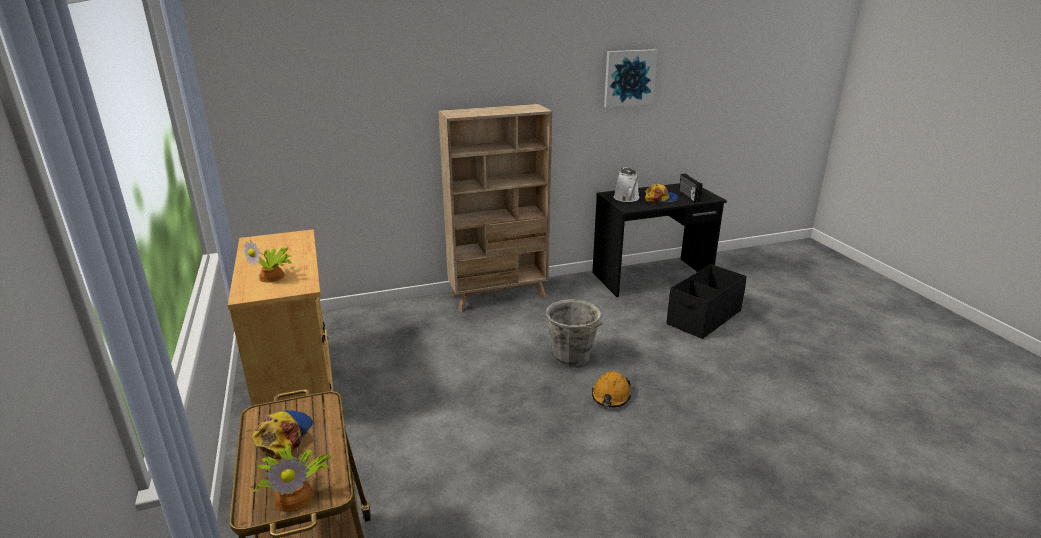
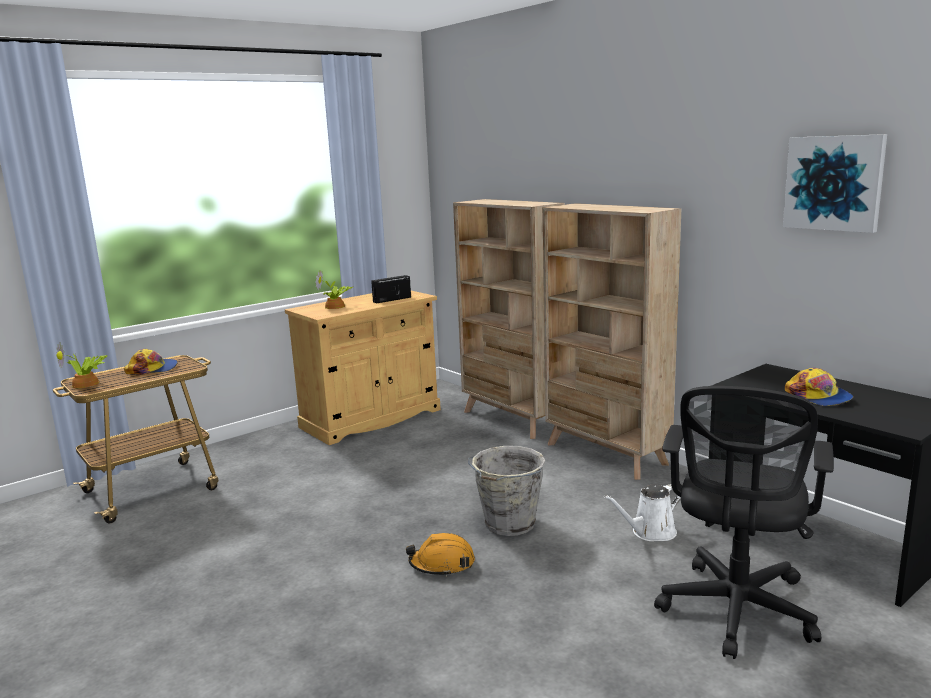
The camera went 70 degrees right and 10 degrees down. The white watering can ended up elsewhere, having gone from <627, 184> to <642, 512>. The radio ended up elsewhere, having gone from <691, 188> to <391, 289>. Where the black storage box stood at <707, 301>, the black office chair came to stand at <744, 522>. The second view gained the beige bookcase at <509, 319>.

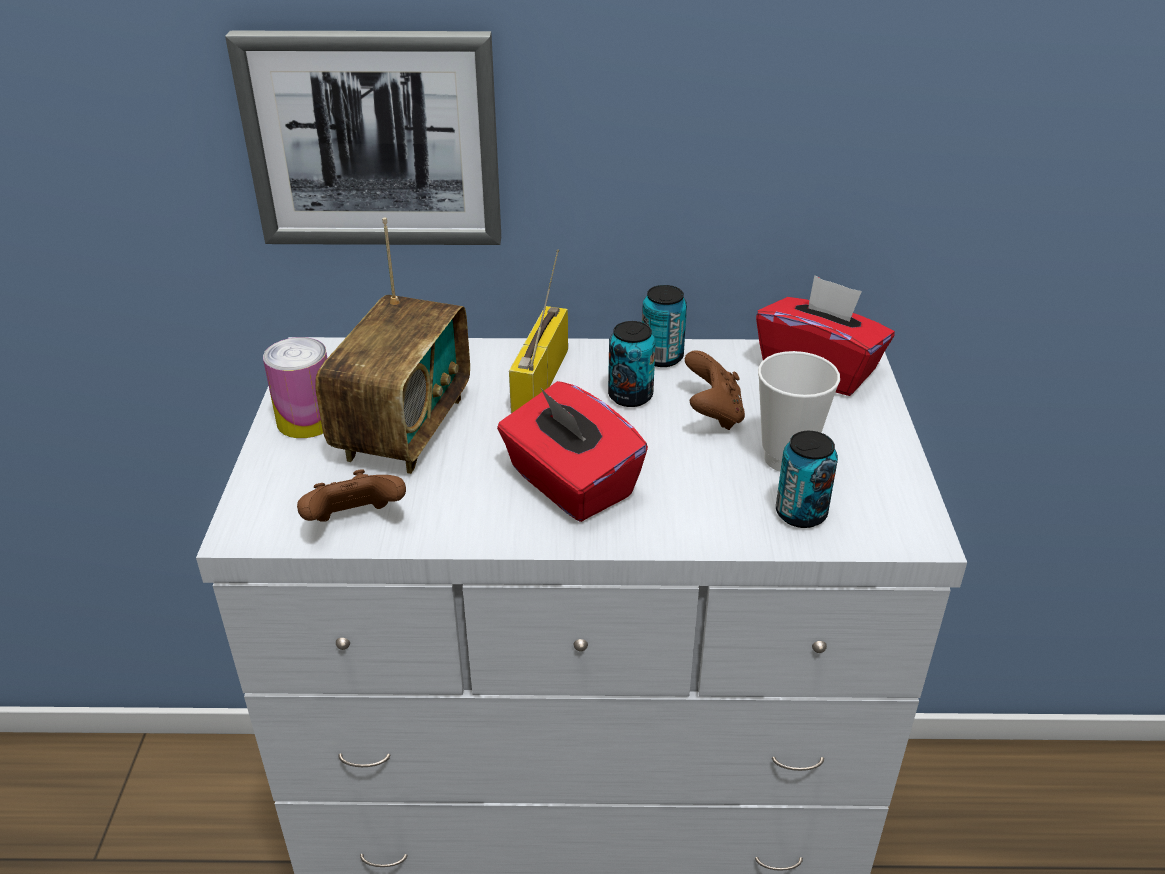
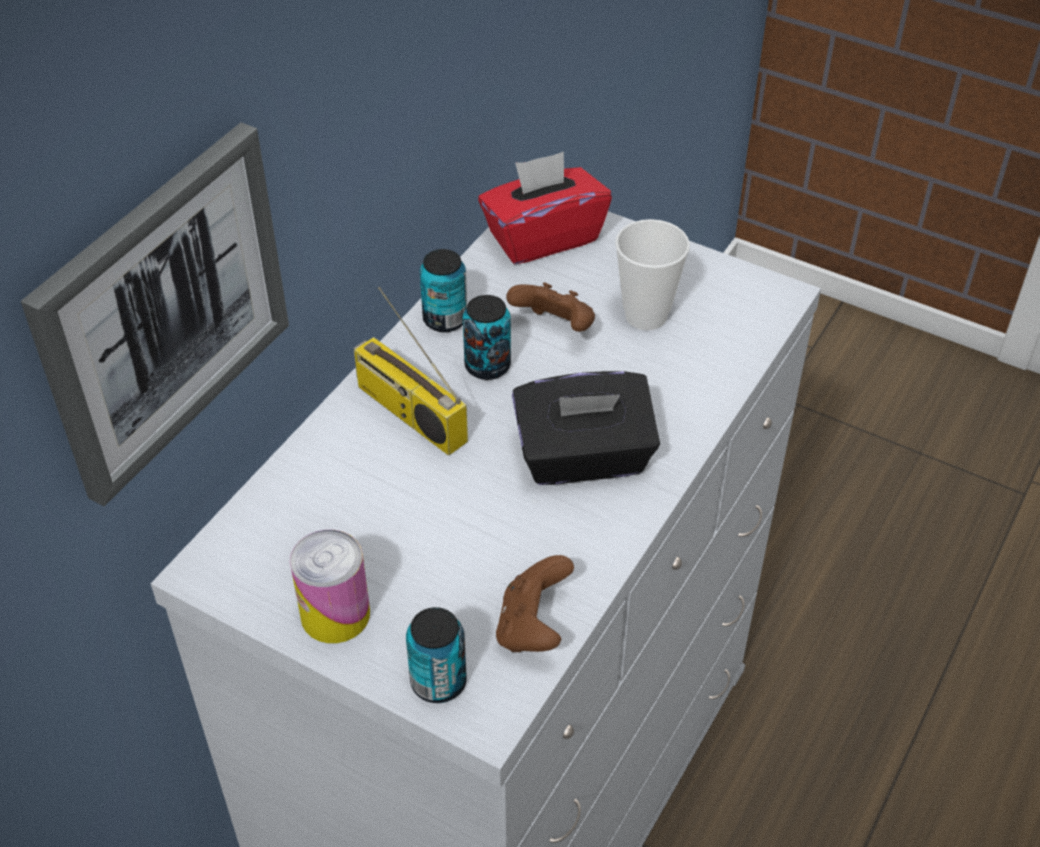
The camera went 60 degrees left and 10 degrees up. The second view lost the radio at <392, 345>. What was the red tissue box at <572, 451> turned into the black tissue box at <586, 428>. The can ended up elsewhere, having gone from <807, 479> to <436, 655>.

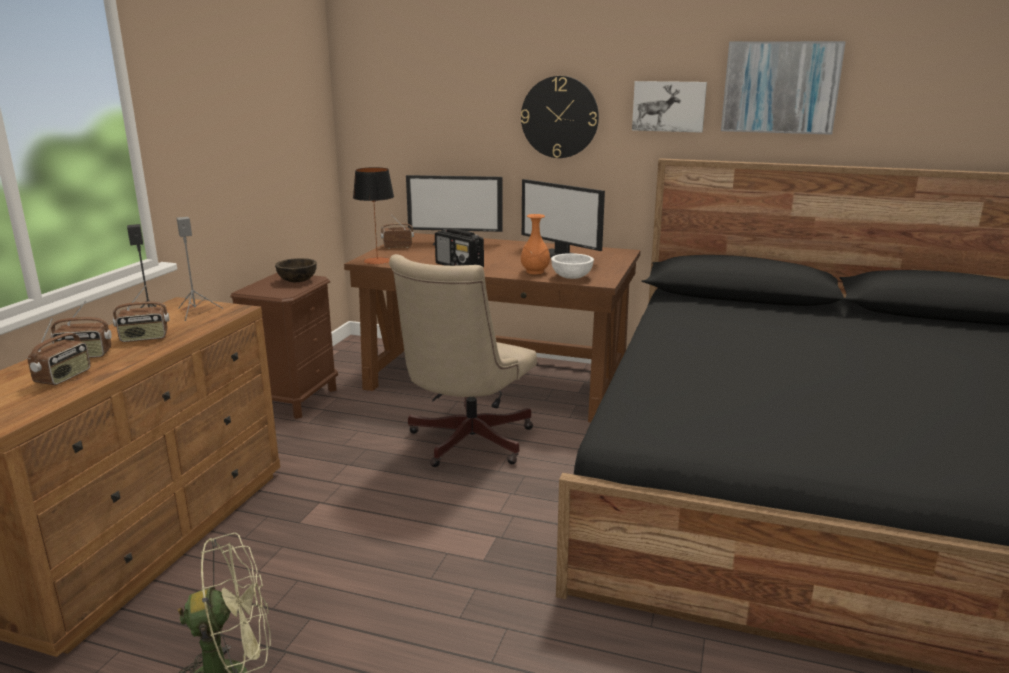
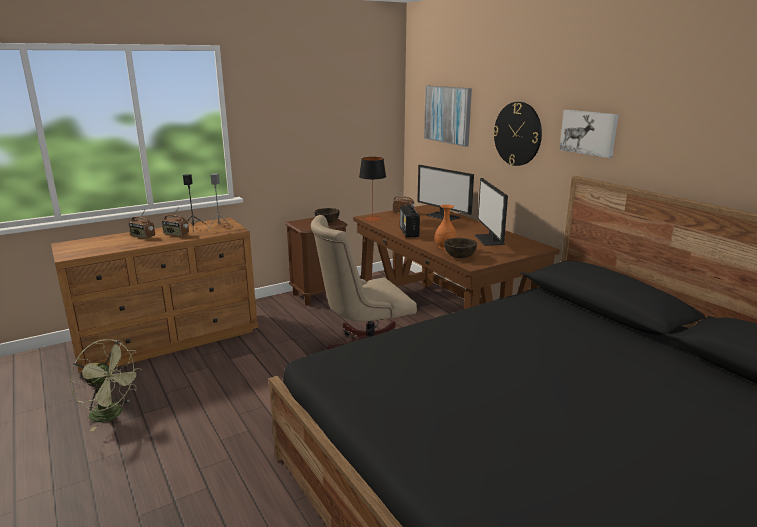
The camera went 40 degrees right and 0 degrees up. The picture ended up elsewhere, having gone from <783, 88> to <448, 116>. What was the white bowl at <572, 266> turned into the brown bowl at <460, 248>. The second view lost the radio at <59, 351>.

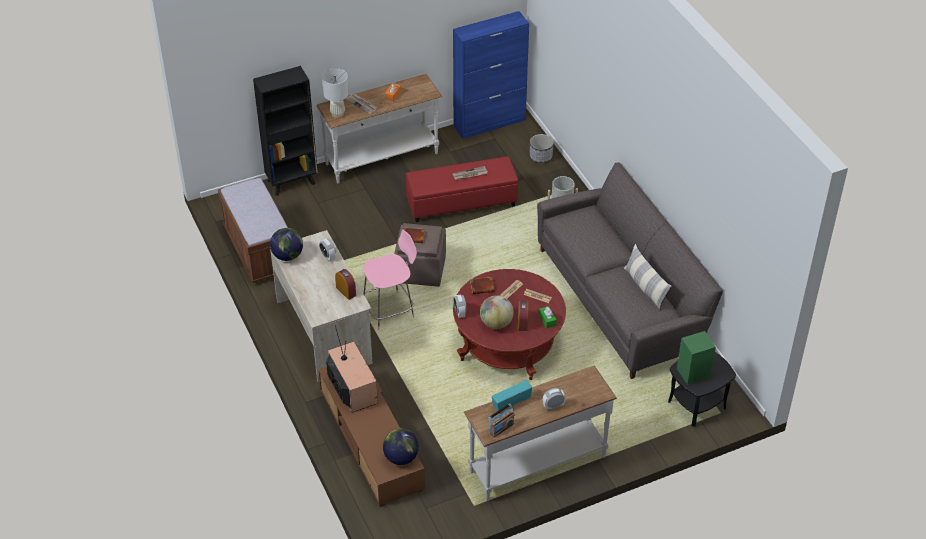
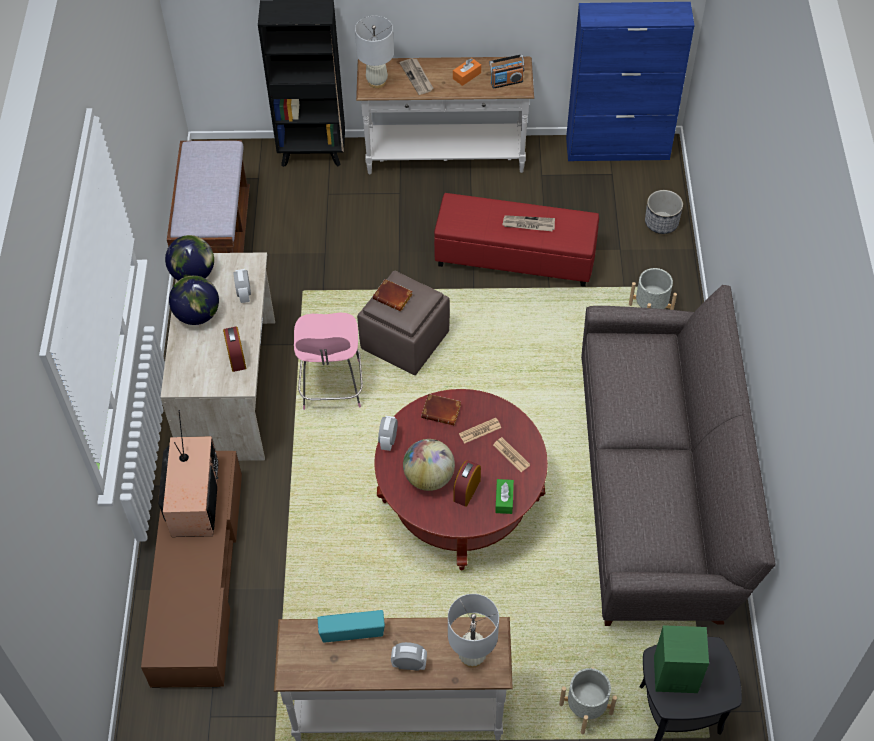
The camera went 25 degrees right and 10 degrees up. The pink chair at <390, 280> ended up facing another way, 90 degrees clockwise from before. The second view lost the pillow at <648, 277>. The radio ended up elsewhere, having gone from <501, 420> to <506, 71>. The globe ended up elsewhere, having gone from <401, 447> to <194, 300>. The second view gained the white table lamp at <473, 631>. The second view gained the grey planter at <588, 700>.

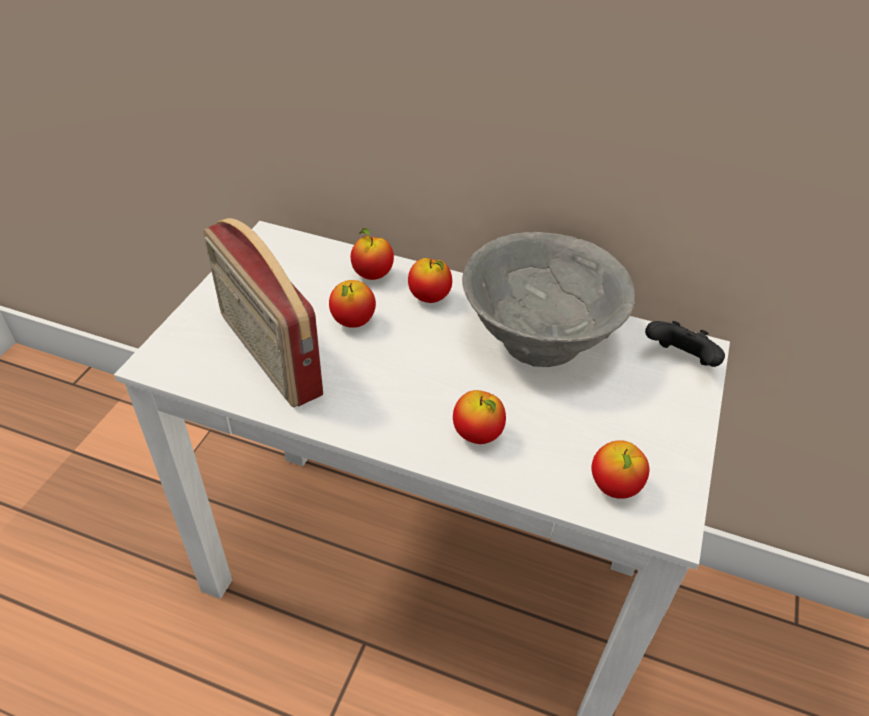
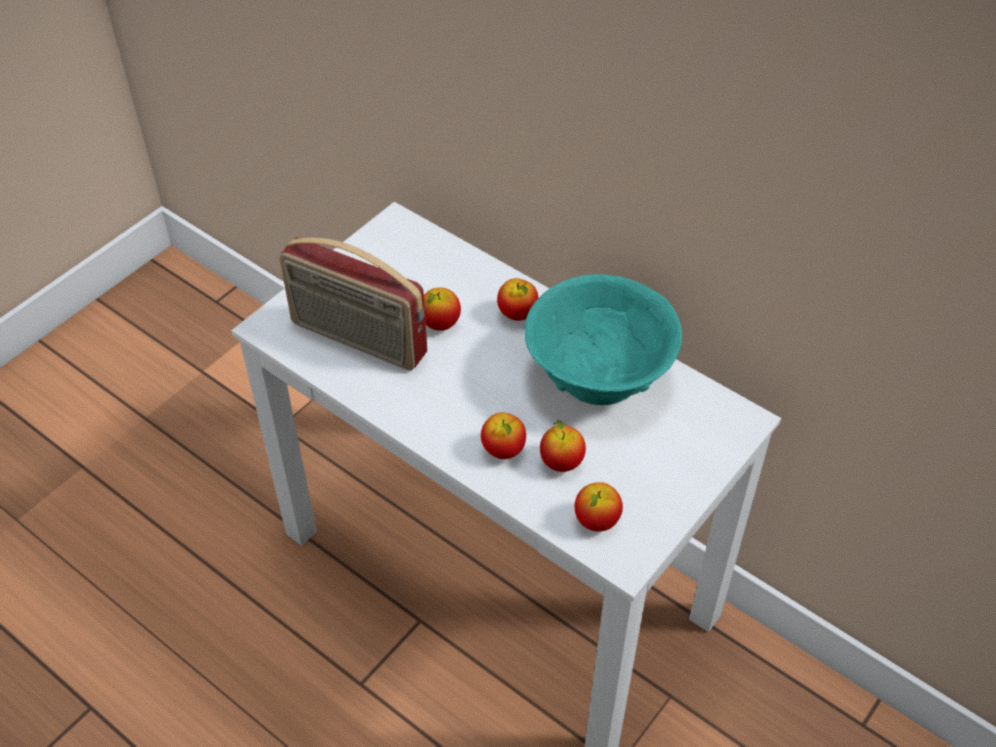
The camera went 20 degrees right and 5 degrees up. The radio at <263, 313> ended up facing another way, 45 degrees counterclockwise from before. The apple ended up elsewhere, having gone from <372, 254> to <563, 446>. What was the grey bowl at <548, 299> turned into the turquoise bowl at <603, 339>. The second view lost the black game controller at <685, 344>.

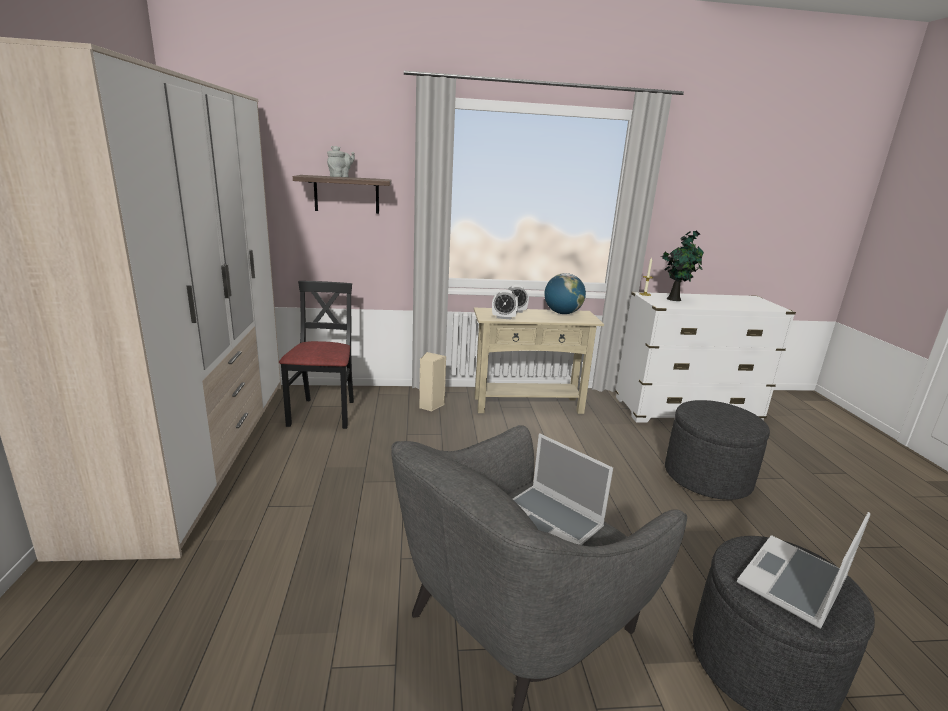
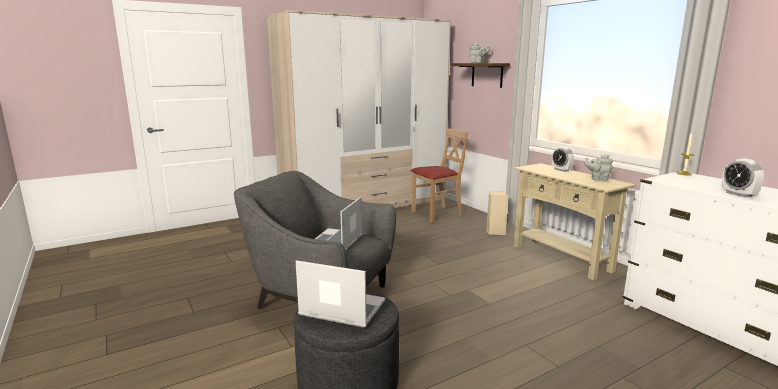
The camera went 65 degrees right and 5 degrees down. The second view lost the potted plant at <682, 265>. Where the globe stood at <565, 293>, the grey teapot came to stand at <598, 167>. What was the black chair at <316, 355> turned into the beige chair at <439, 175>. The alarm clock ended up elsewhere, having gone from <505, 304> to <743, 177>. The second view lost the grey ottoman at <717, 450>.

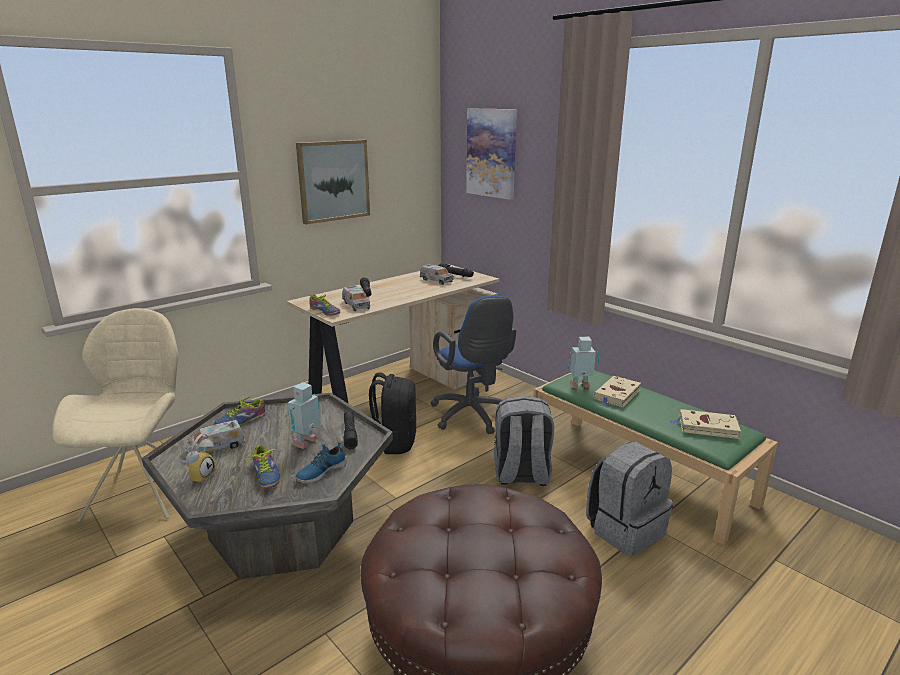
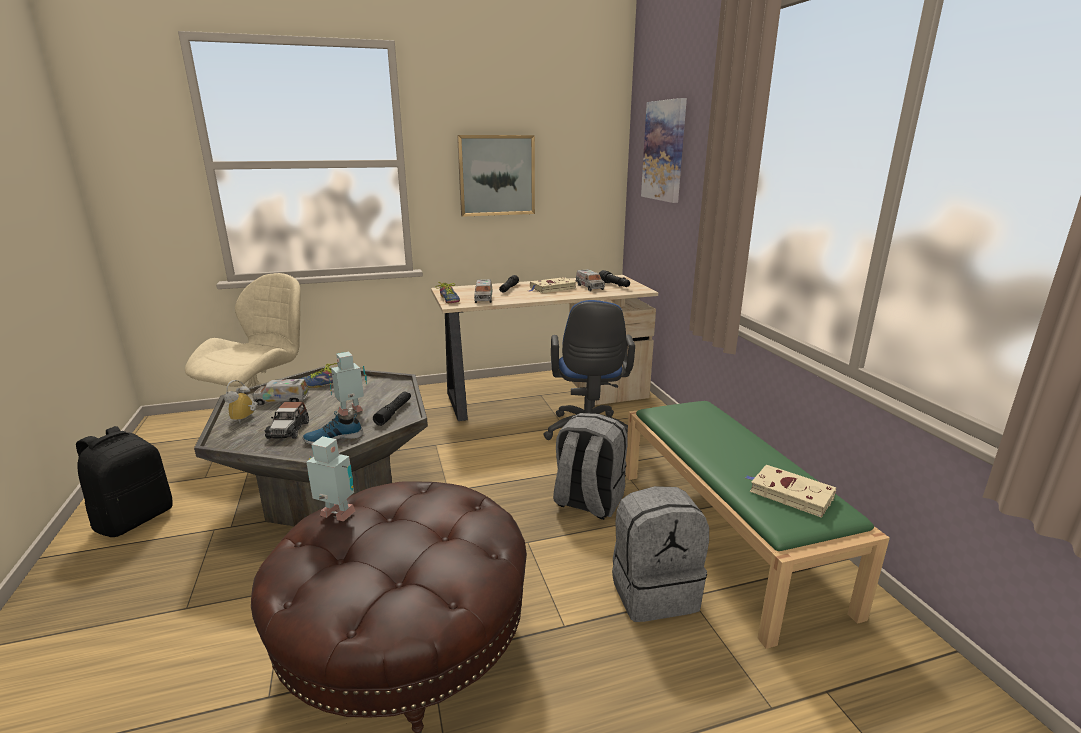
The camera went 25 degrees right and 0 degrees up. The toy robot ended up elsewhere, having gone from <583, 362> to <330, 478>. The black backpack ended up elsewhere, having gone from <392, 413> to <124, 481>. The beige book ended up elsewhere, having gone from <617, 391> to <552, 285>. The alarm clock at <199, 459> ended up facing another way, 150 degrees clockwise from before. Where the shoe stood at <263, 467>, the toy car came to stand at <287, 420>.

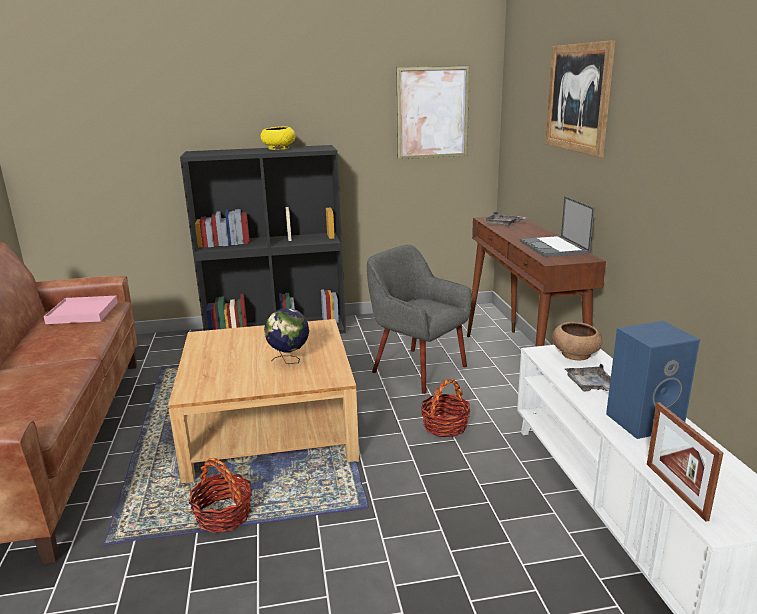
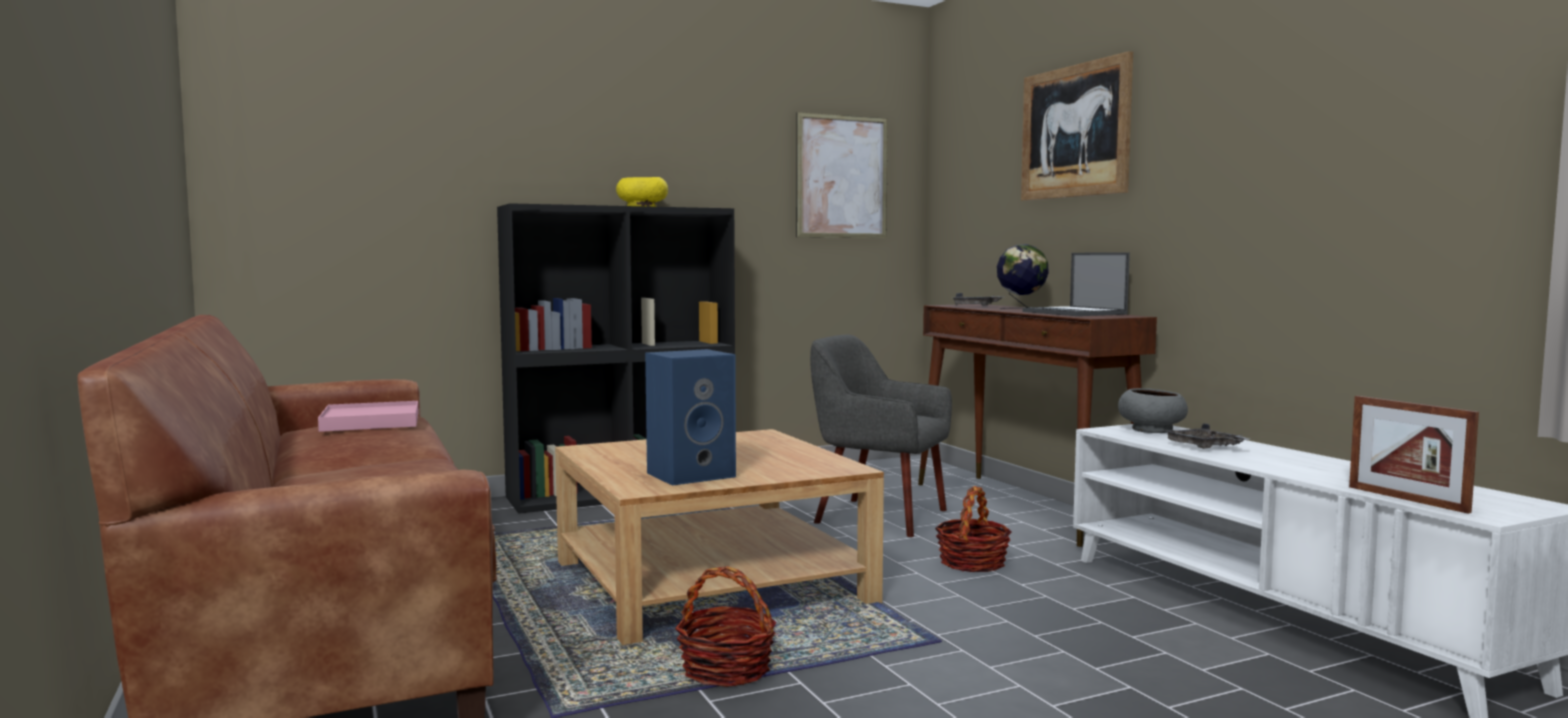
The camera went 15 degrees left and 15 degrees down. The globe ended up elsewhere, having gone from <286, 336> to <1023, 276>. The blue speaker ended up elsewhere, having gone from <653, 380> to <690, 417>. What was the brown bowl at <577, 341> turned into the grey bowl at <1153, 410>.

